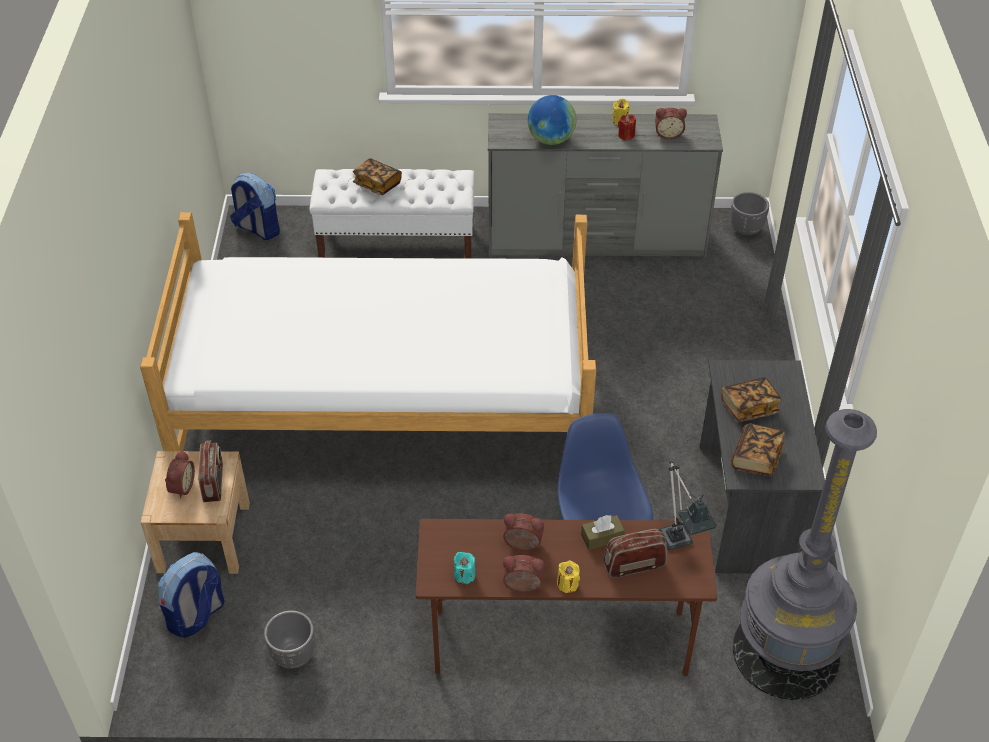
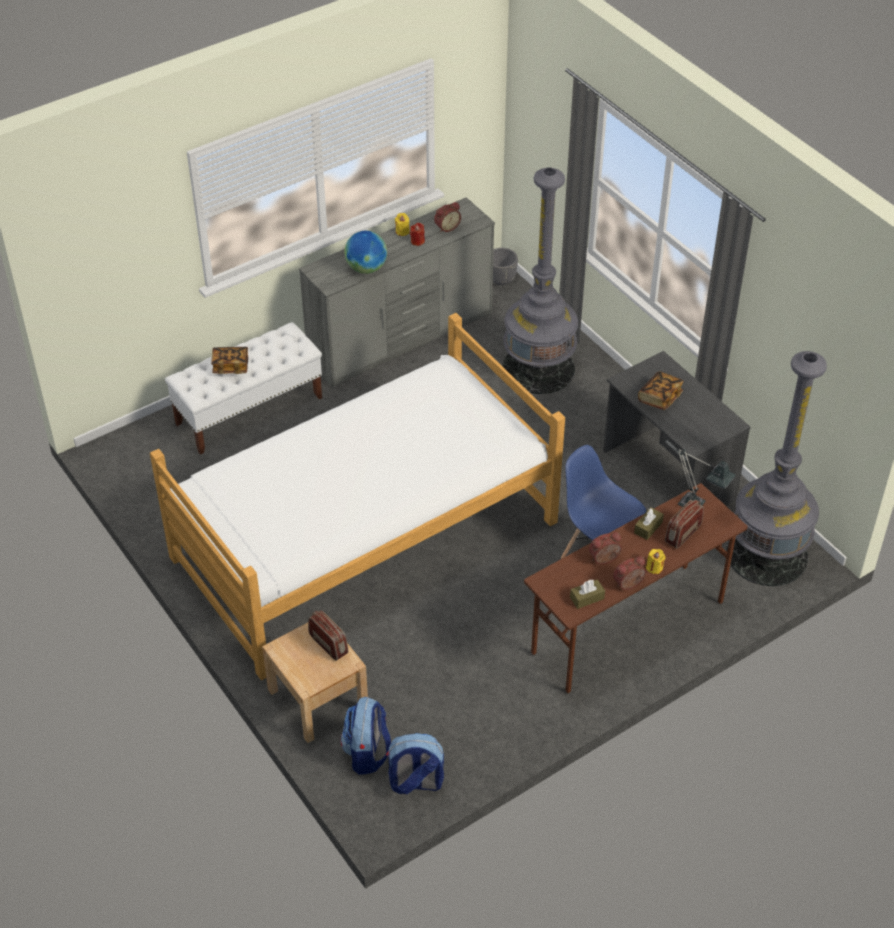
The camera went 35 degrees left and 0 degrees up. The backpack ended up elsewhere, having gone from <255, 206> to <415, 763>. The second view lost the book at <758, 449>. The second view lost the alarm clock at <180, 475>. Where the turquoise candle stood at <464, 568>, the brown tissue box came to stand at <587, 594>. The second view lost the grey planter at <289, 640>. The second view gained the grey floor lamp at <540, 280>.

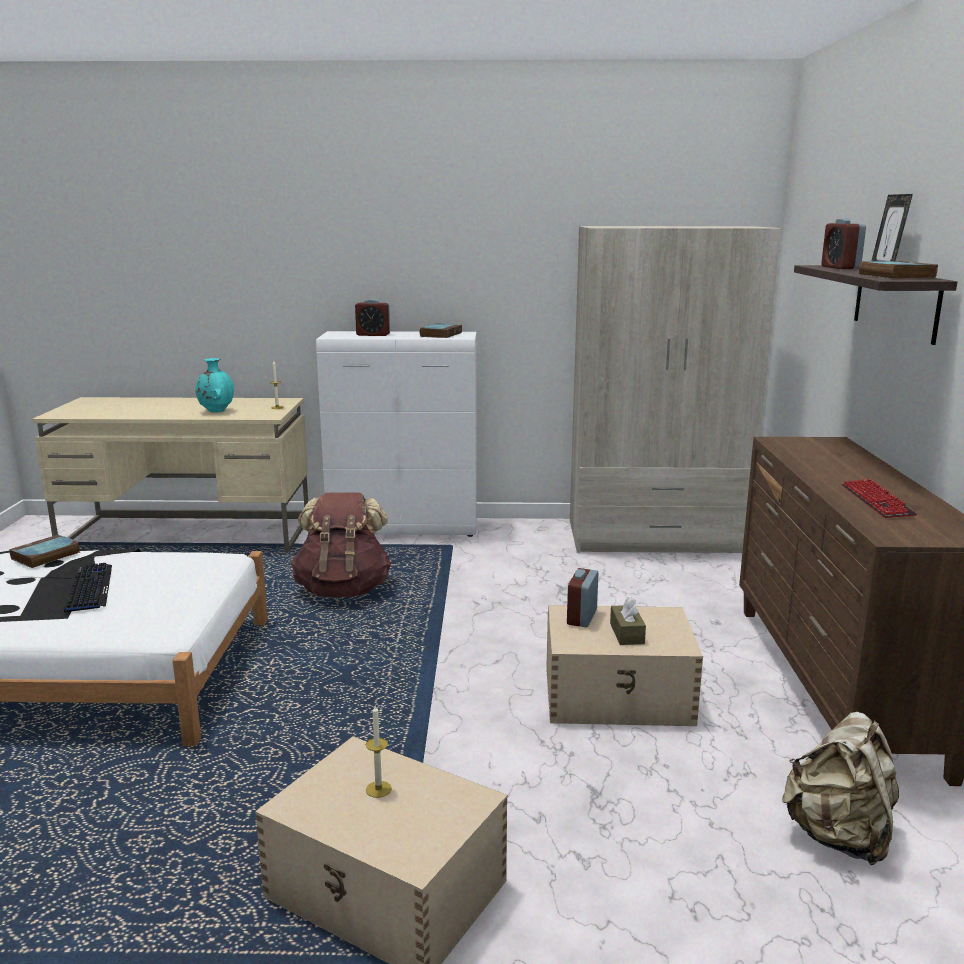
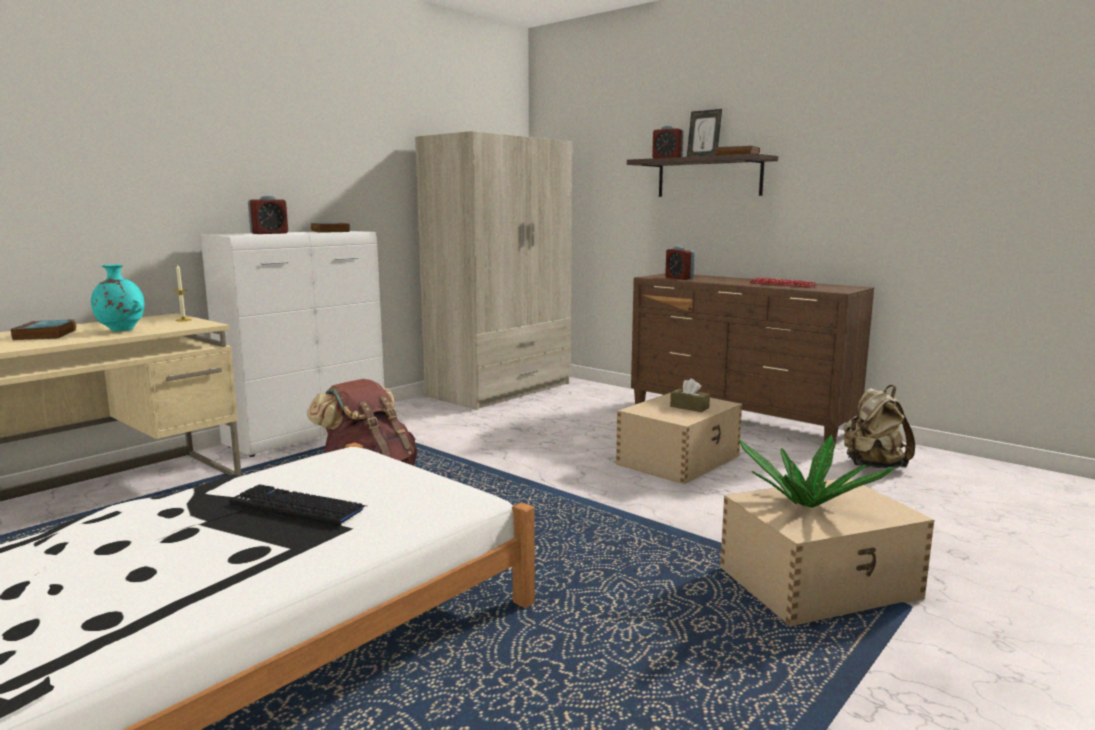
The camera went 50 degrees left and 5 degrees down. The book ended up elsewhere, having gone from <44, 551> to <43, 329>. The alarm clock ended up elsewhere, having gone from <583, 597> to <680, 263>. Where the candle stood at <379, 751>, the potted plant came to stand at <815, 471>.

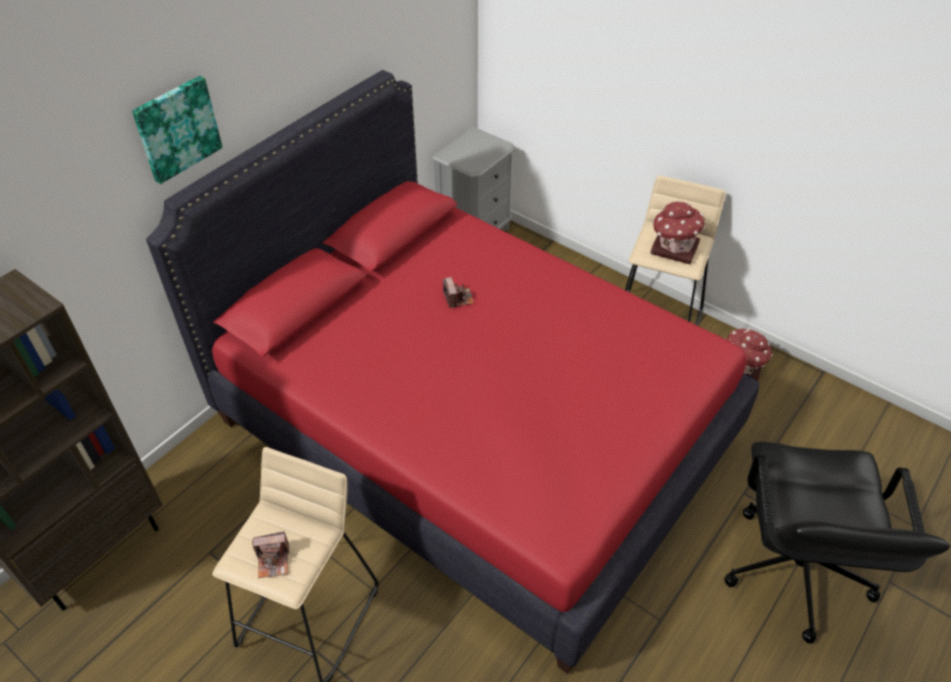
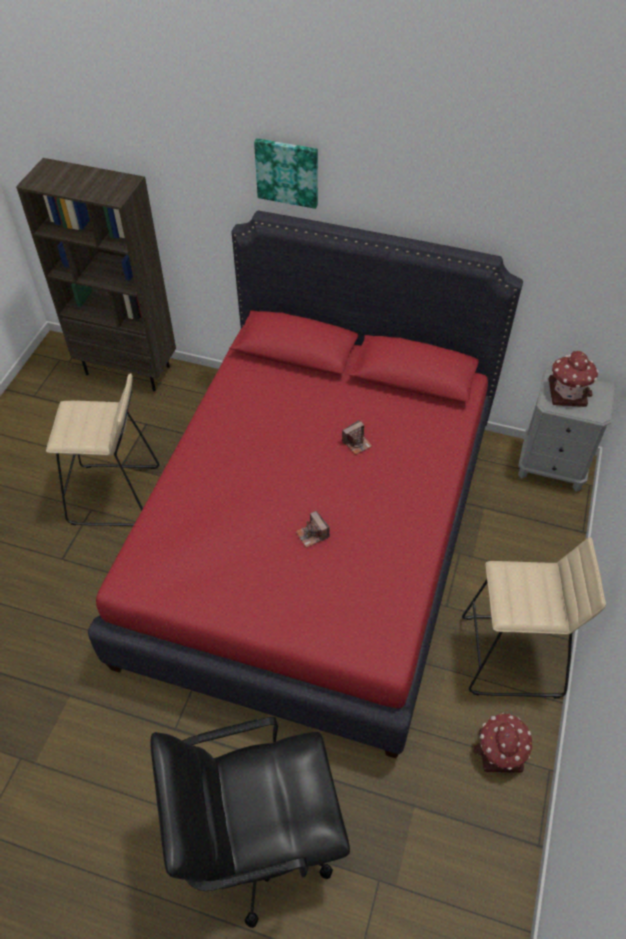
The camera went 70 degrees right and 5 degrees up. The toy house ended up elsewhere, having gone from <678, 232> to <574, 379>. The photo camera ended up elsewhere, having gone from <270, 554> to <313, 529>.

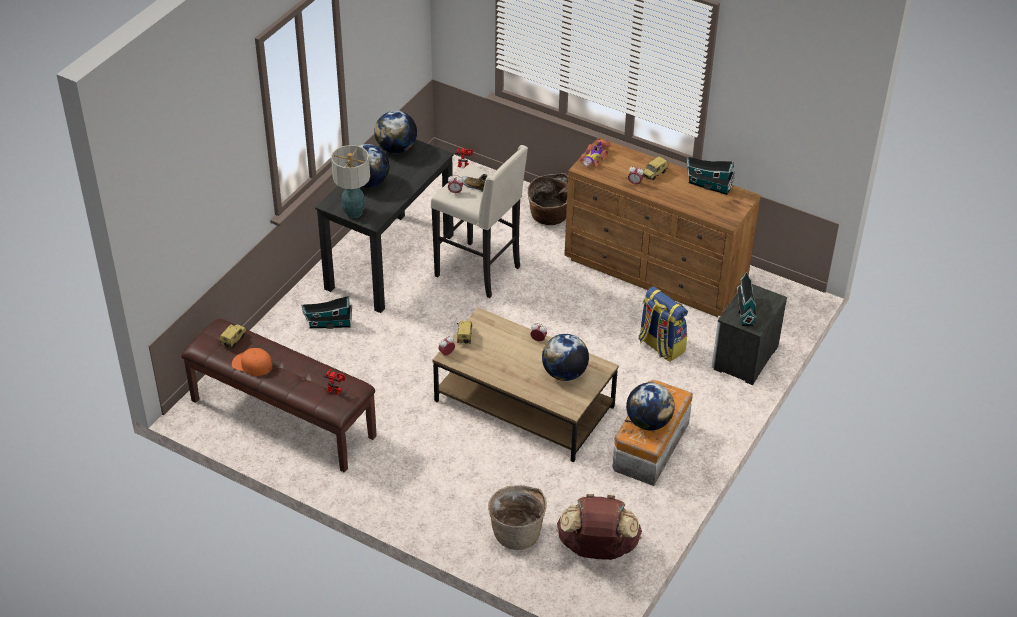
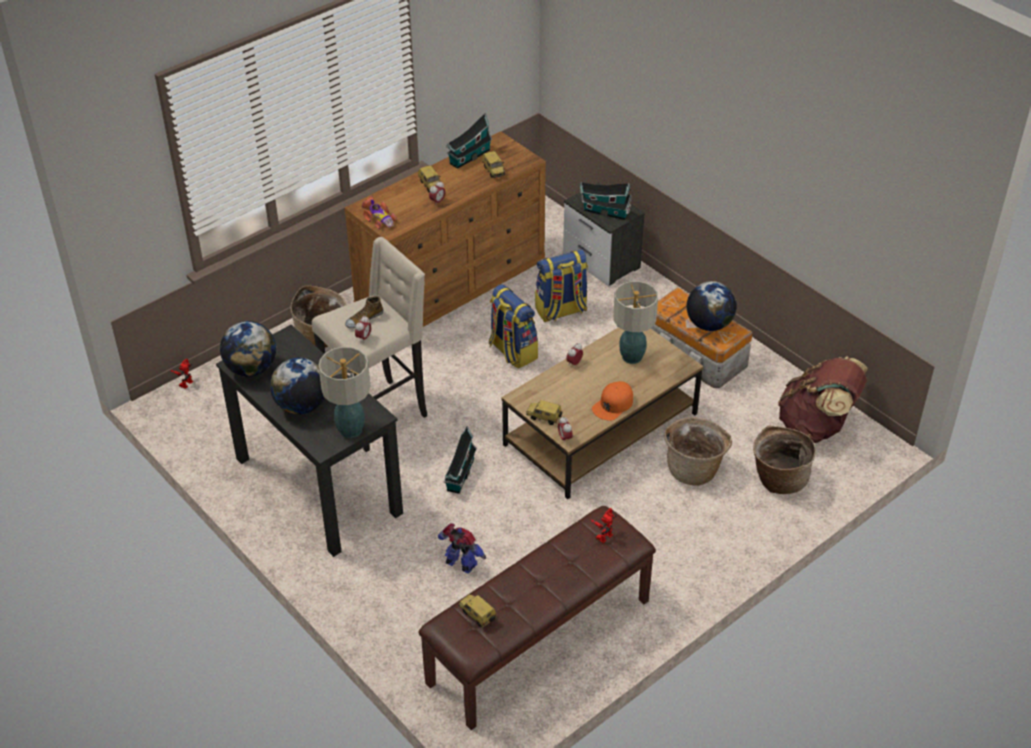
The camera went 70 degrees left and 0 degrees up. The toy house ended up elsewhere, having gone from <326, 312> to <460, 460>. Where the globe stood at <565, 357>, the table lamp came to stand at <635, 322>. The orange cap ended up elsewhere, having gone from <252, 362> to <612, 401>. The second view gained the toy car at <493, 164>. The second view gained the backpack at <513, 326>. The second view gained the basket at <698, 451>. The second view gained the toy robot at <462, 548>.

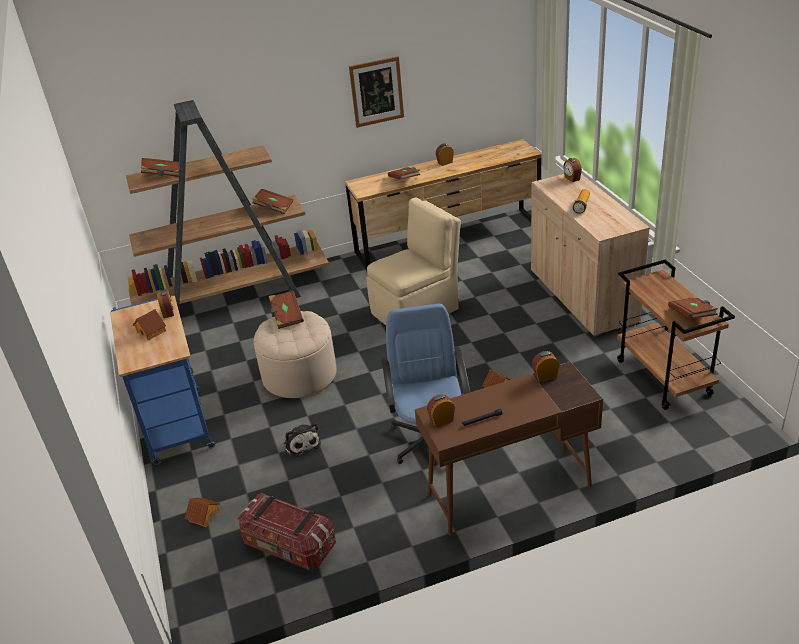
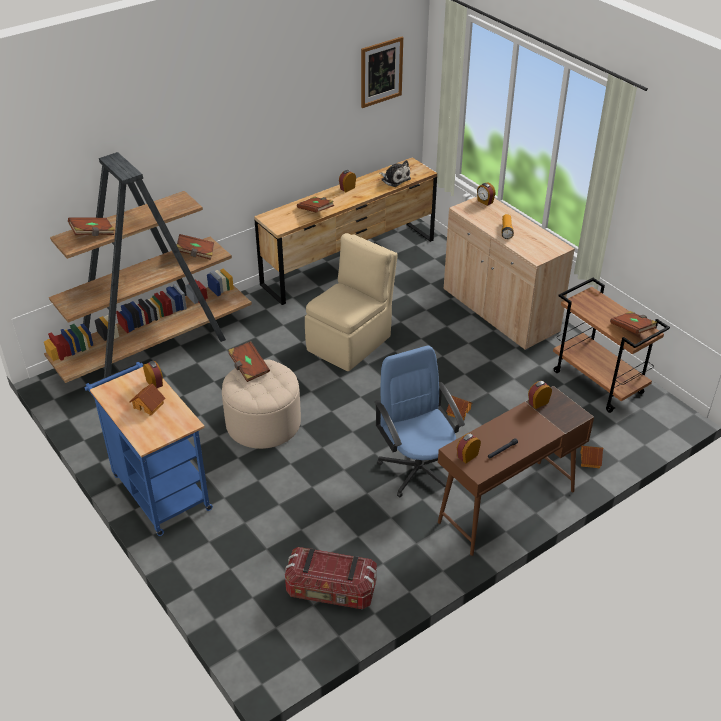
The camera went 20 degrees left and 5 degrees up. The picture ended up elsewhere, having gone from <376, 92> to <382, 72>. The plush toy ended up elsewhere, having gone from <302, 440> to <395, 173>. The toy house ended up elsewhere, having gone from <202, 512> to <591, 457>.

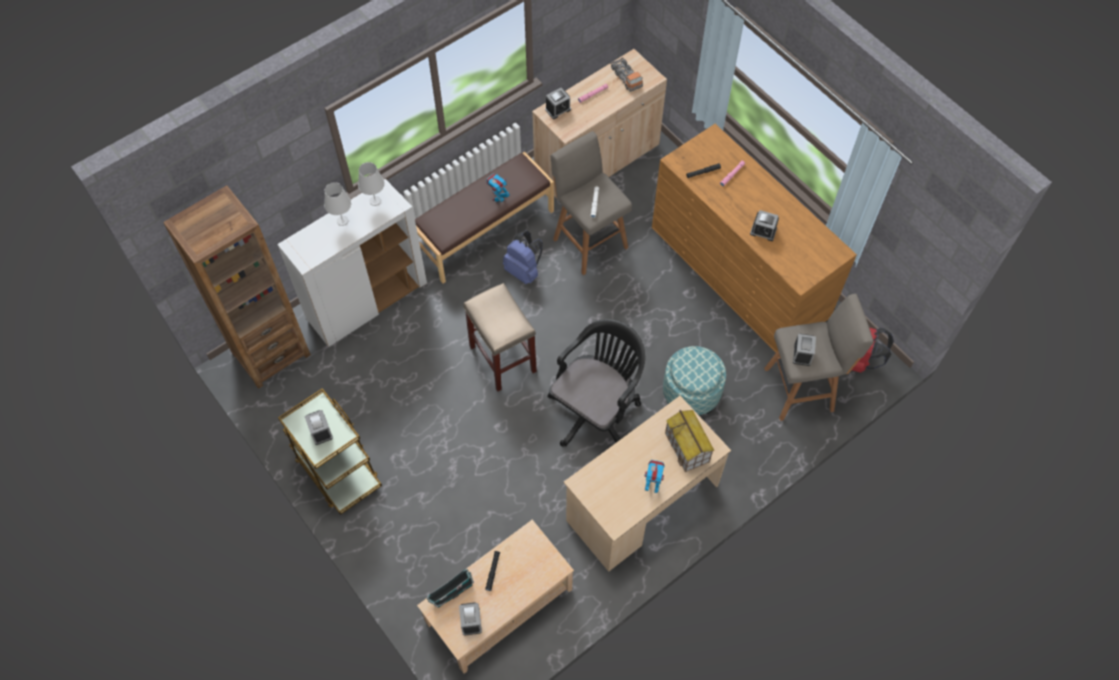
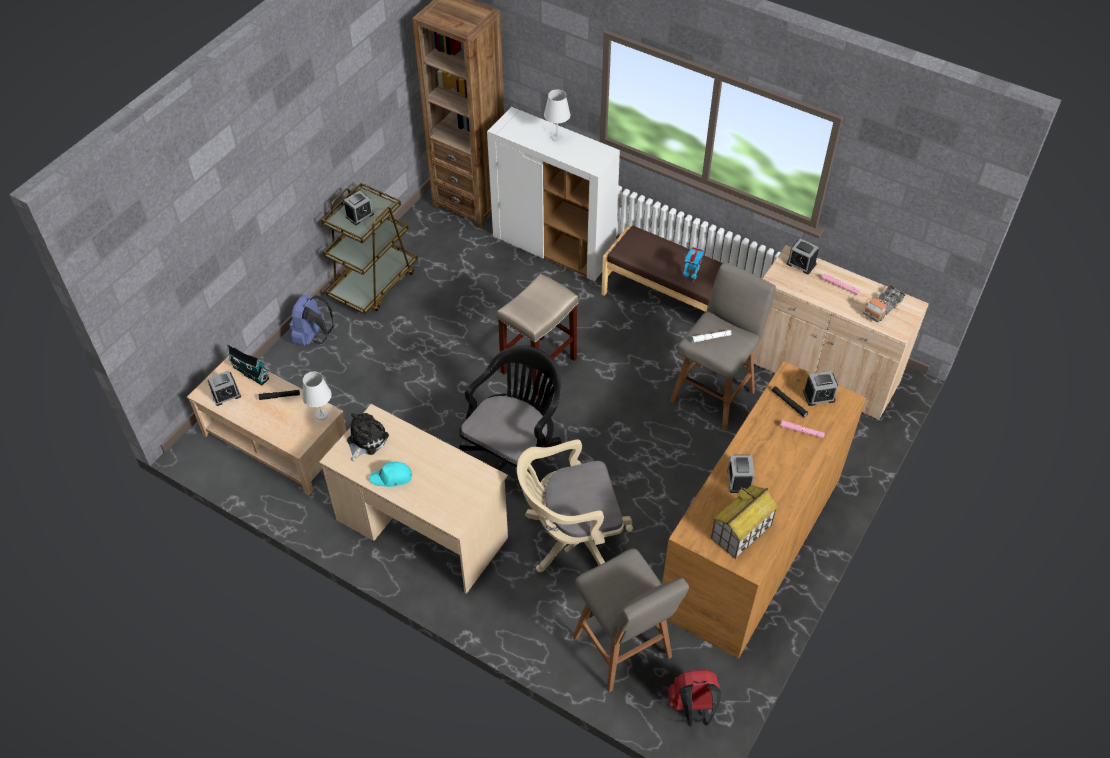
The camera went 70 degrees right and 10 degrees down. The white table lamp ended up elsewhere, having gone from <371, 184> to <317, 396>. The blue backpack ended up elsewhere, having gone from <523, 257> to <311, 320>. The black office chair at <596, 383> ended up facing another way, 75 degrees counterclockwise from before. The alarm clock ended up elsewhere, having gone from <804, 350> to <820, 388>. Where the ottoman stood at <694, 381>, the beige office chair came to stand at <575, 506>. The toy house ended up elsewhere, having gone from <689, 441> to <745, 522>. Where the toy robot stood at <655, 476>, the turquoise cap came to stand at <390, 474>. The second view gained the plush toy at <368, 437>.

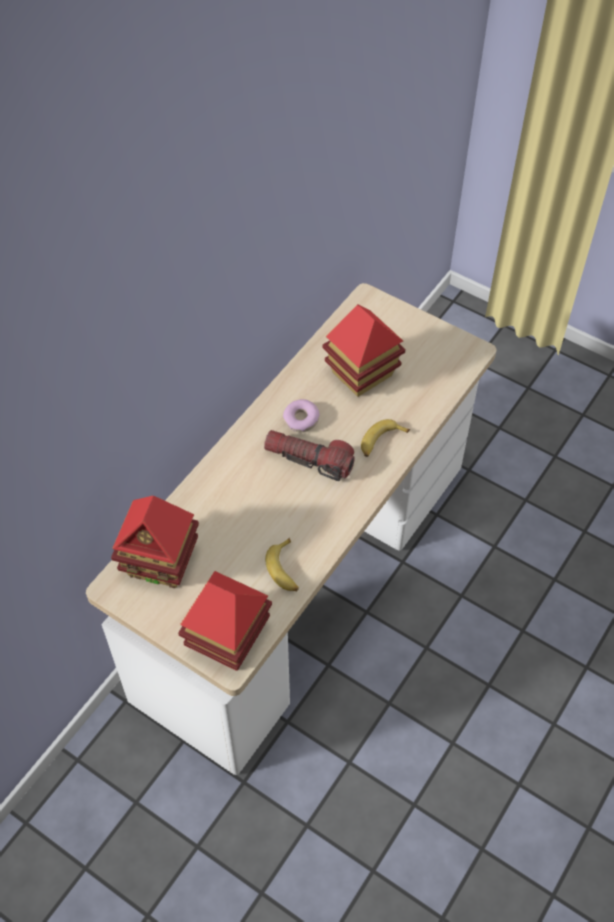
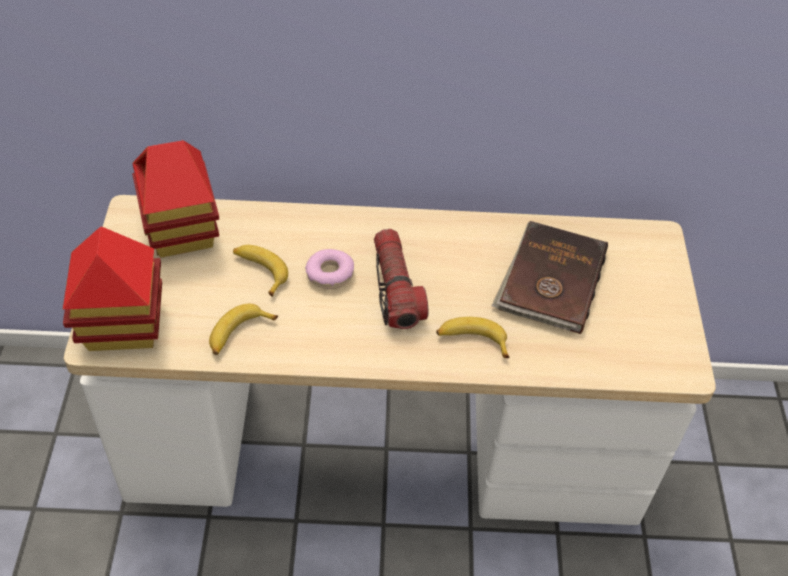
The camera went 55 degrees right and 5 degrees down. Where the toy house stood at <364, 351>, the brown book came to stand at <549, 277>. The donut ended up elsewhere, having gone from <301, 415> to <329, 269>. The second view gained the banana at <260, 271>.

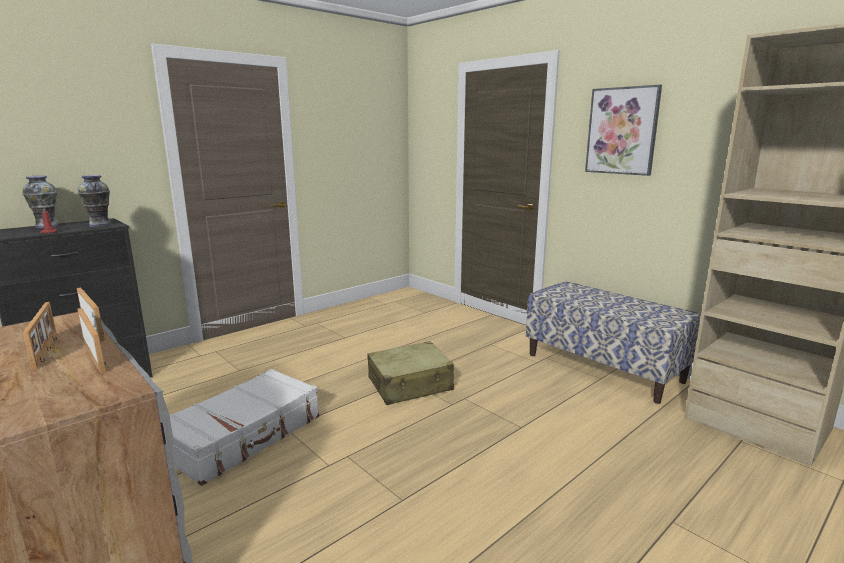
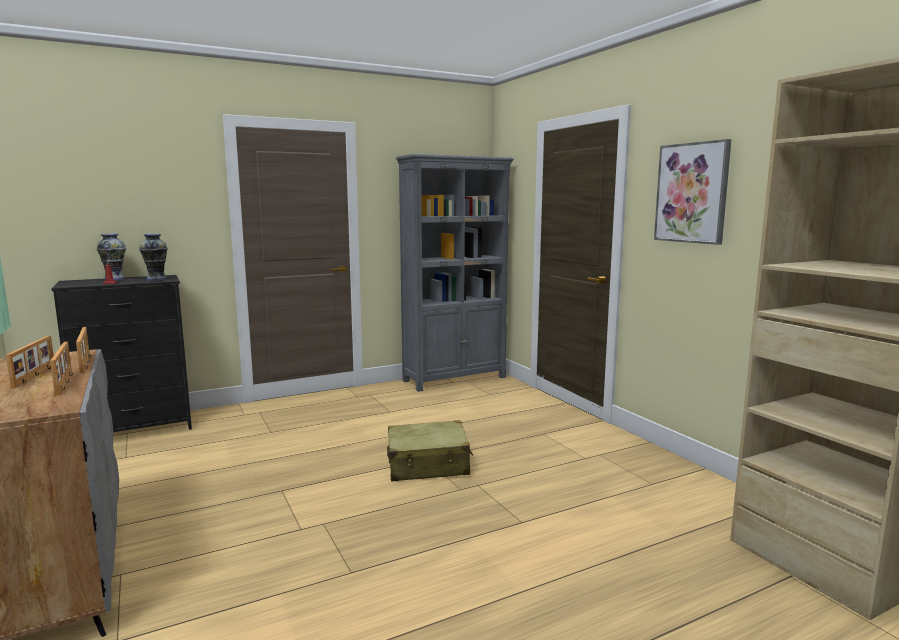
The camera went 15 degrees right and 5 degrees down. The second view lost the bench at <613, 343>. The second view lost the white suitcase at <244, 427>. The second view gained the grey bookcase at <455, 273>.

